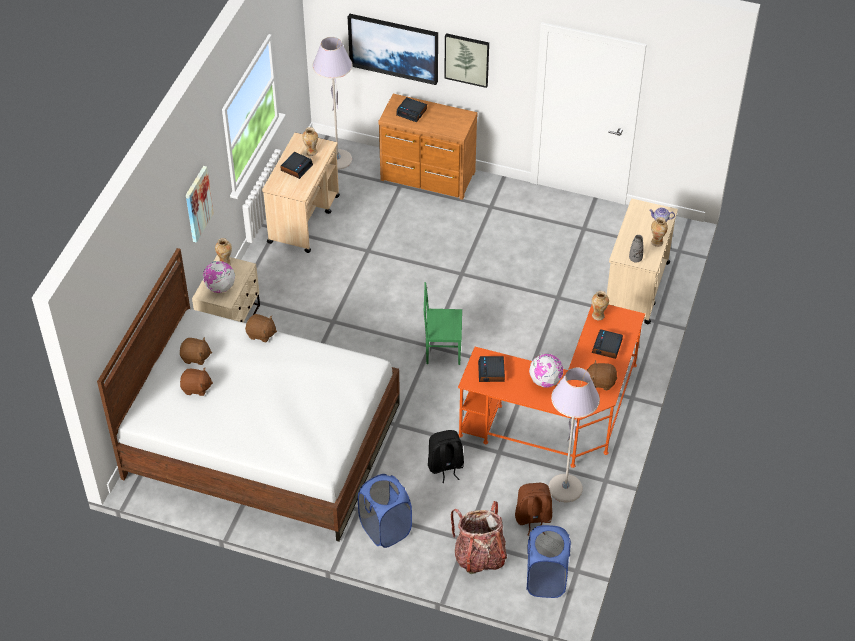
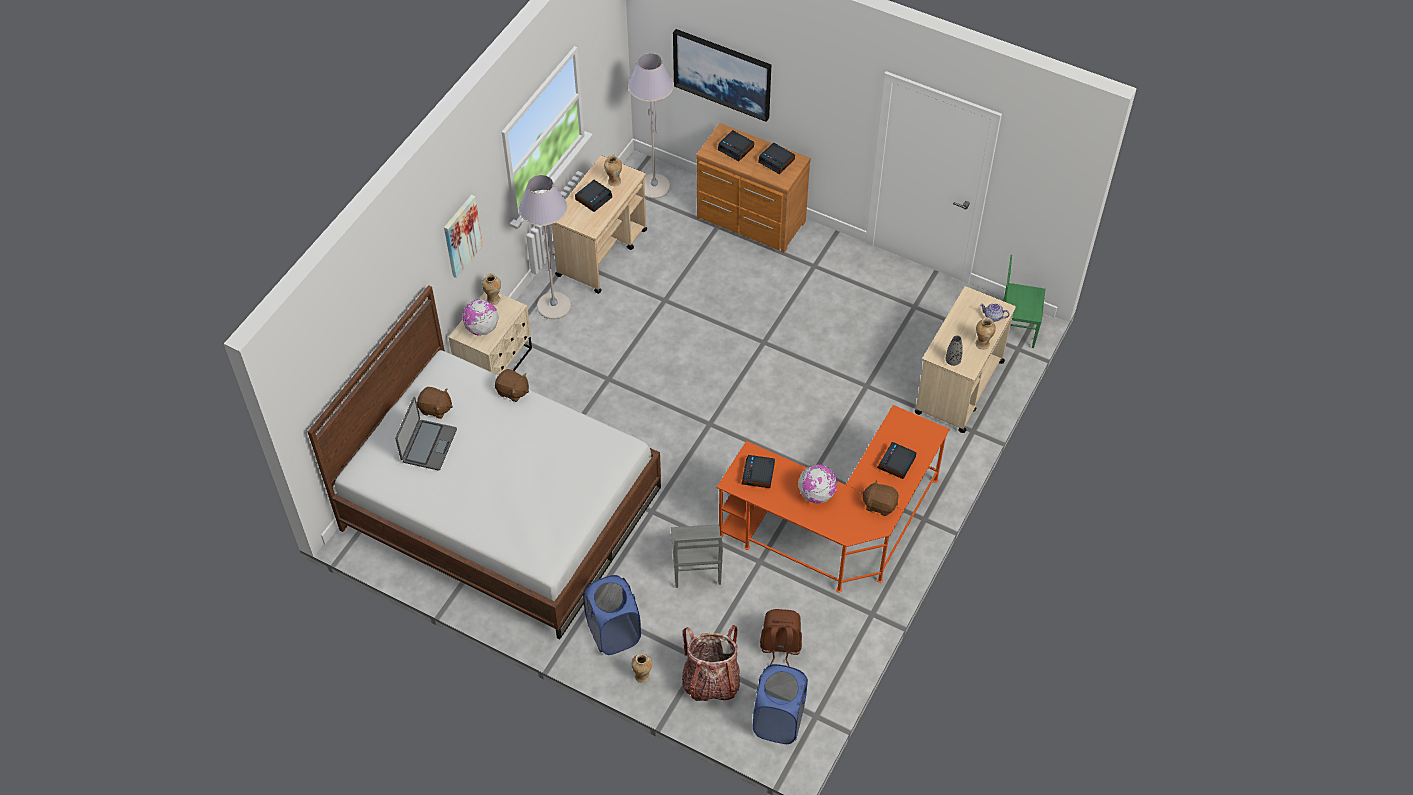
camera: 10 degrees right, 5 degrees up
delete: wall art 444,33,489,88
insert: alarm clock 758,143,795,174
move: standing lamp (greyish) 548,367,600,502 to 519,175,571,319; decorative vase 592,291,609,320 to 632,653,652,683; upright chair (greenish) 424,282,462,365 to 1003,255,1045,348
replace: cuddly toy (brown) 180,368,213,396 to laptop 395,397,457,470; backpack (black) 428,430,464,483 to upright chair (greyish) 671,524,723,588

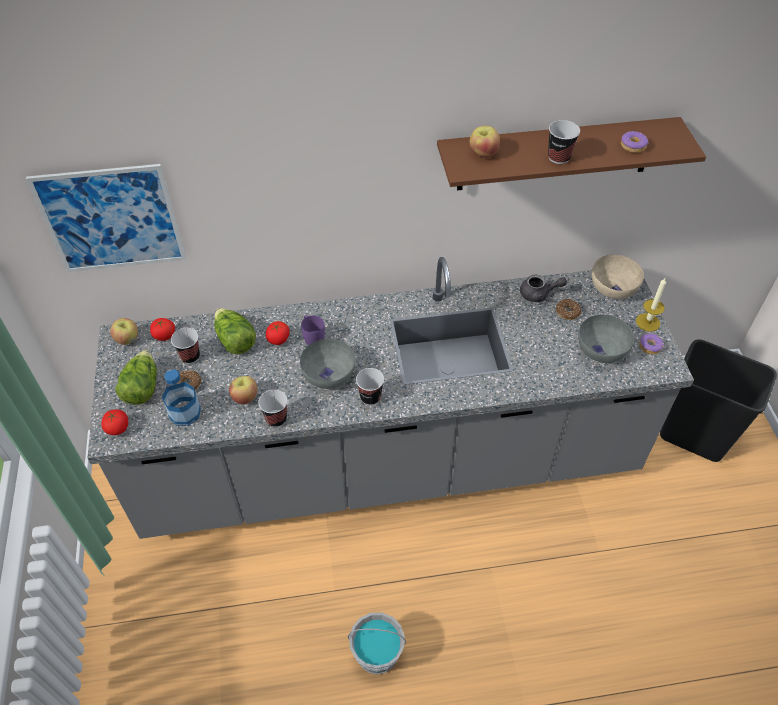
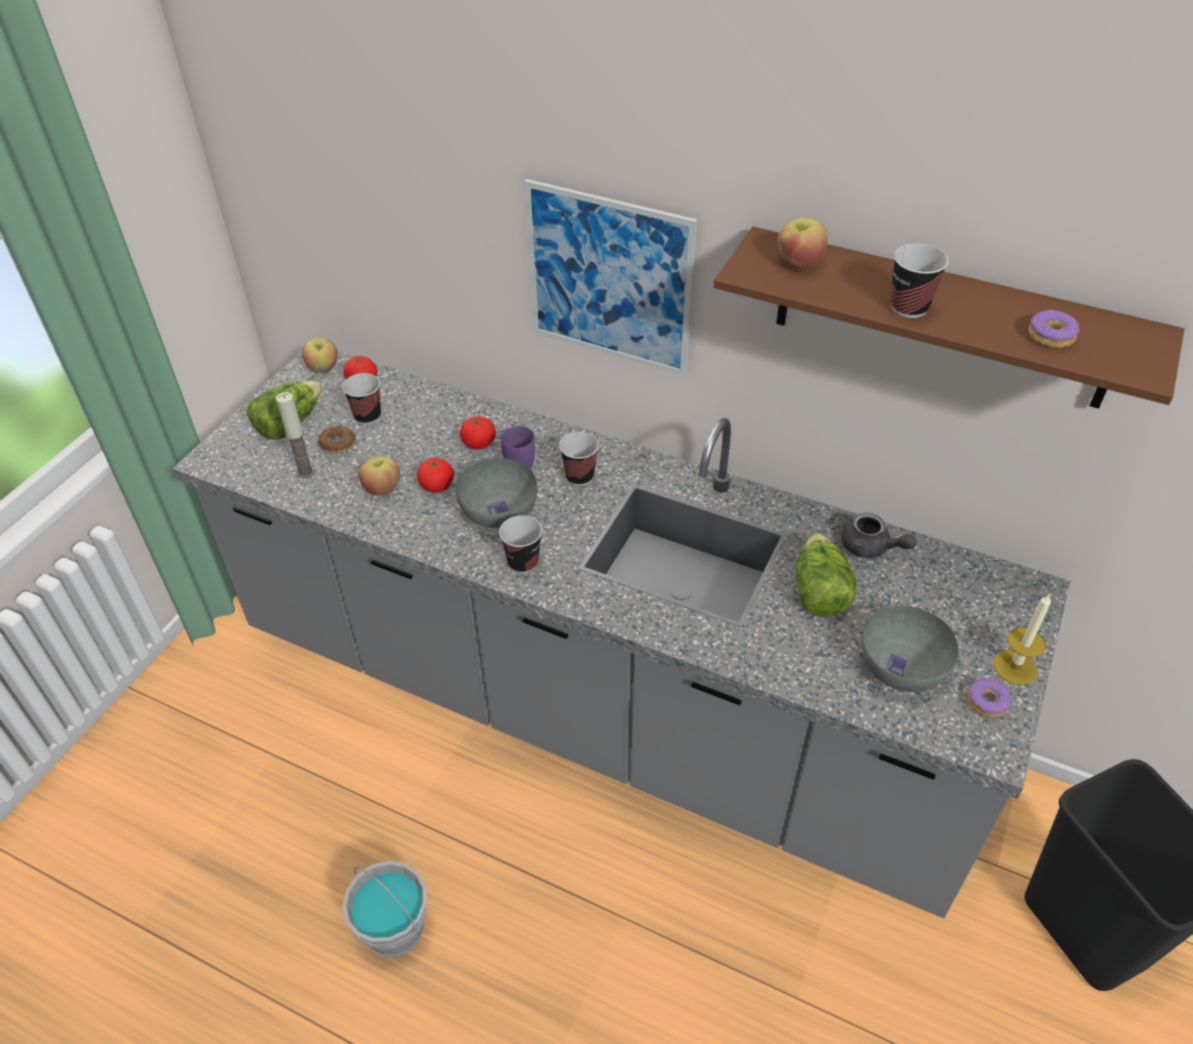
camera: 35 degrees right, 5 degrees down
delete: ring doughnut 556,299,581,320; deep dish (beige) 592,255,644,299
move: fresh tomato 102,409,128,435 to 417,458,454,493; wall art 26,164,186,272 to 524,179,697,376; cup 258,390,288,427 to 559,432,599,486; lettuce head 214,308,256,354 to 796,533,857,616
replace: beverage bottle 162,369,201,426 to wax candle 276,392,314,479

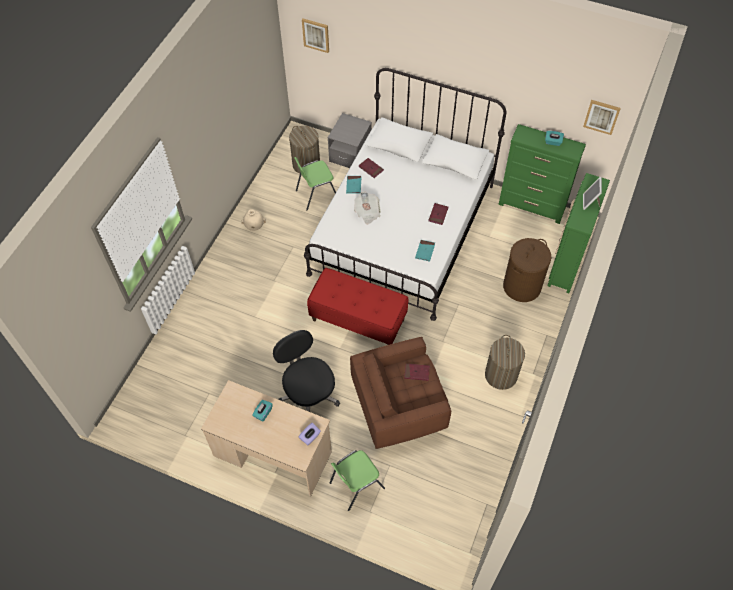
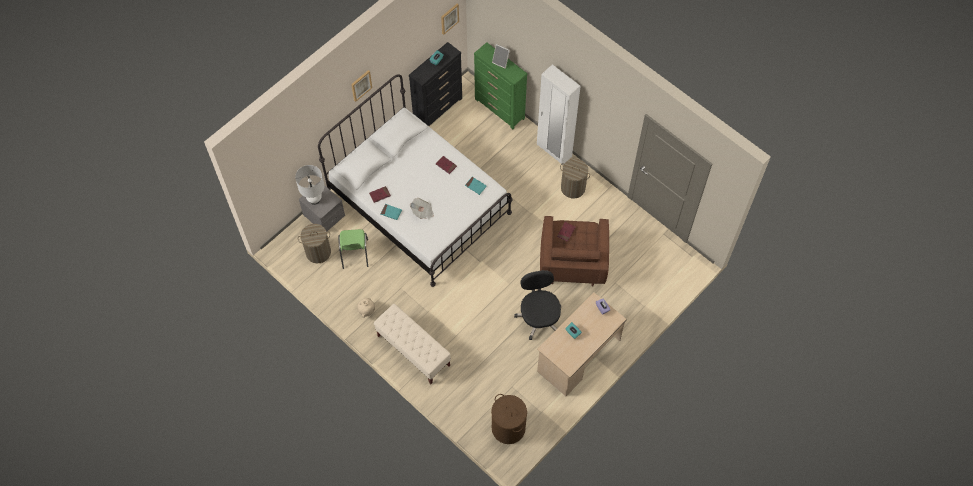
camera: 70 degrees left, 5 degrees up
delete: long seat (red) 307,268,408,345; upright chair (greenish) 330,450,385,511
insert: tabletop lamp (white) 295,165,324,205; long seat (beige) 374,304,451,384; wardrobe (white) 537,64,581,165
move: wall art 302,18,329,53 to 351,70,372,102; hamper (brown) 503,238,551,302 to 491,394,527,444
recolor: dresser (greenish) 499,124,586,224 to dresser (black) 409,42,462,126
rotate: computer chair (black) 273,330,340,412 = 514,270,561,340 90 degrees clockwise

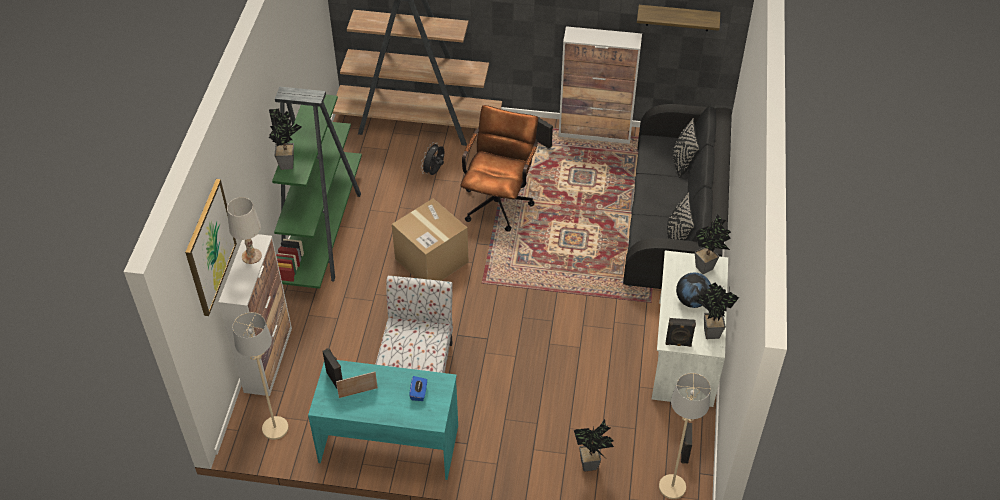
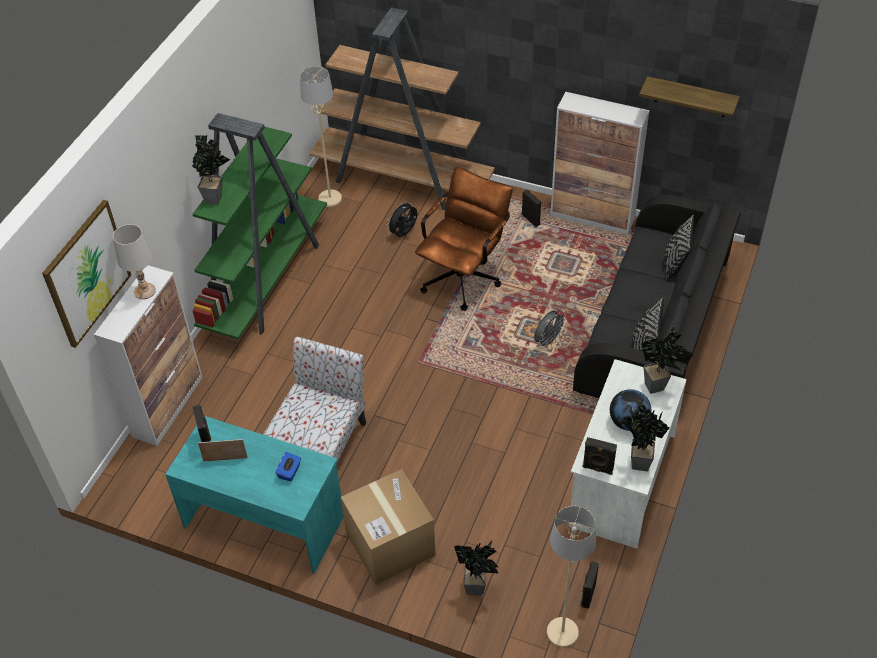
camera: 15 degrees right, 0 degrees up
insert: electric fan (greyish) 534,311,567,349
move: standing lamp (beige) 232,312,289,440 to 300,66,342,207; carton 392,198,468,281 to 340,469,436,585

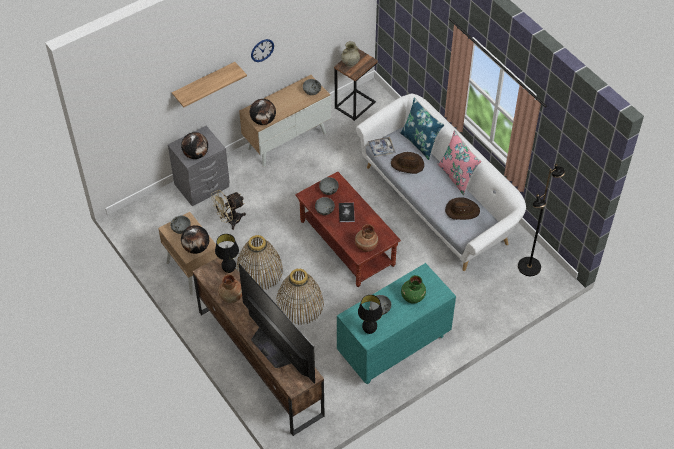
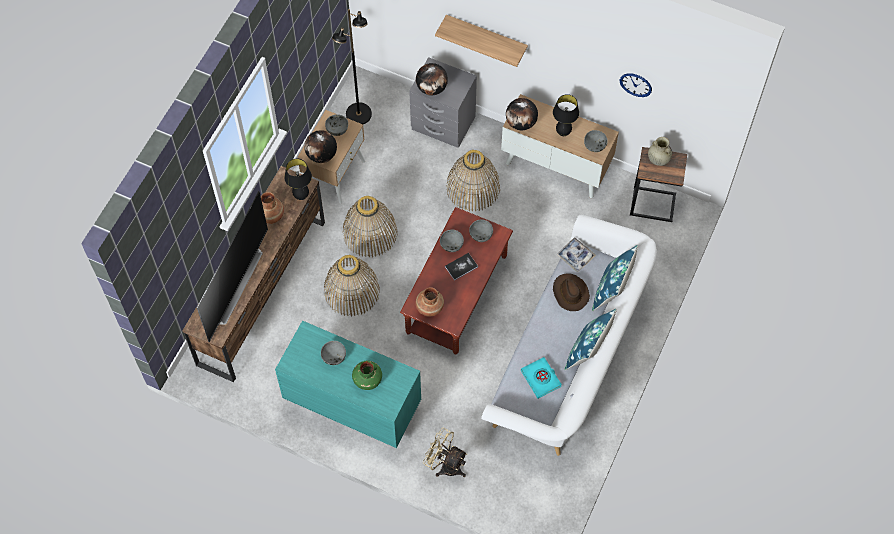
camera: 60 degrees right, 10 degrees up
insert: household basket 446,150,500,212
move: standing lamp (black) 518,163,565,276 to 332,9,372,124; electric fan (beige) 211,190,246,230 to 423,428,467,477; tabletop lamp (black) 358,295,383,334 to 553,94,579,136; clock on the wall 251,39,274,62 to 620,73,652,97
replace: hat (brown) 445,197,480,220 to volume (blue-green) 521,357,562,399
recolor: throw pillow (pink) 438,130,481,195 to throw pillow (bluish) 565,309,617,370

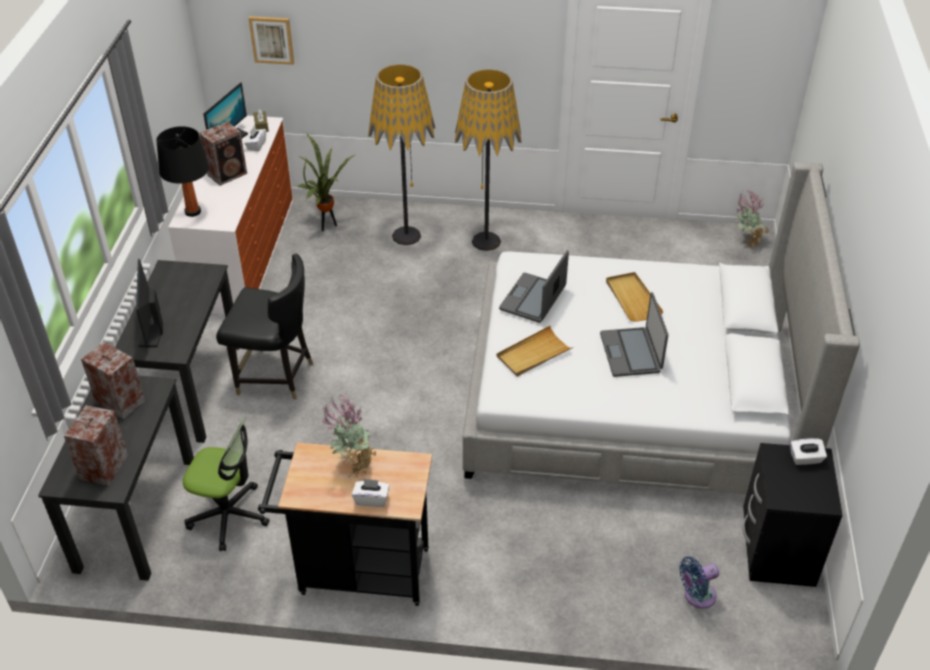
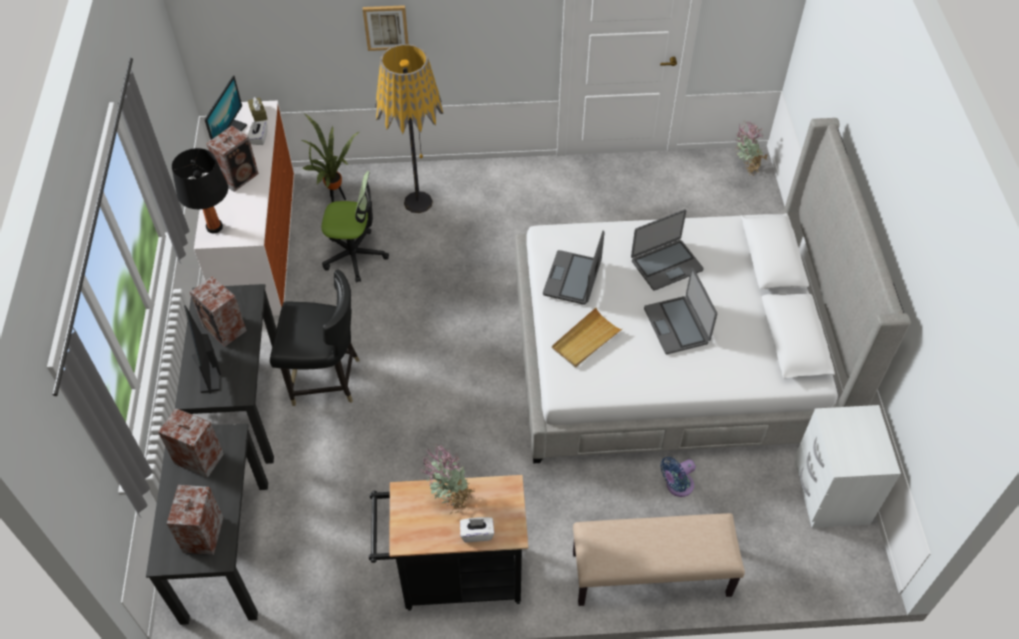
camera: 10 degrees left, 10 degrees up
delete: standing lamp 455,69,522,251; tissue holder (white) 790,438,827,465
insert: audio speaker 190,276,247,347; long seat (beige) 573,513,745,606
move: computer chair 183,418,270,551 to 321,171,389,283; wall art 248,16,294,65 to 363,5,409,51; electric fan (bluish) 679,557,719,609 to 661,457,696,497
replace: tray (beige) 606,272,664,322 to laptop 631,209,704,291
recolor: night table (black) 743,443,843,587 to night table (white) 795,405,901,528

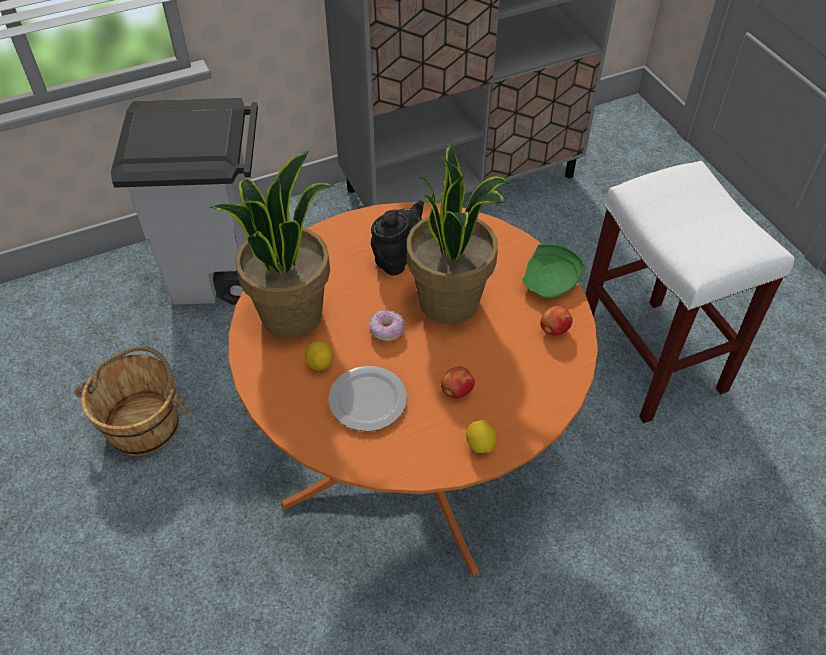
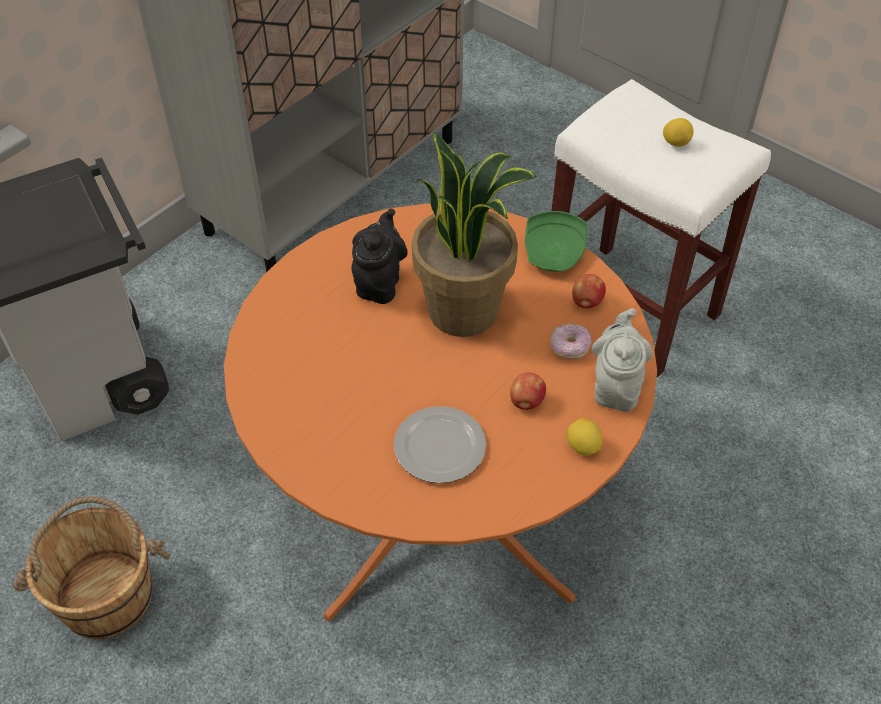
camera: 25 degrees left, 0 degrees up
delete: houseplant 210,151,335,338
insert: tea pot (greyish) 592,308,653,412
move: ring doughnut 369,310,404,341 to 550,324,591,359; whole lemon 305,341,334,371 to 663,118,693,147

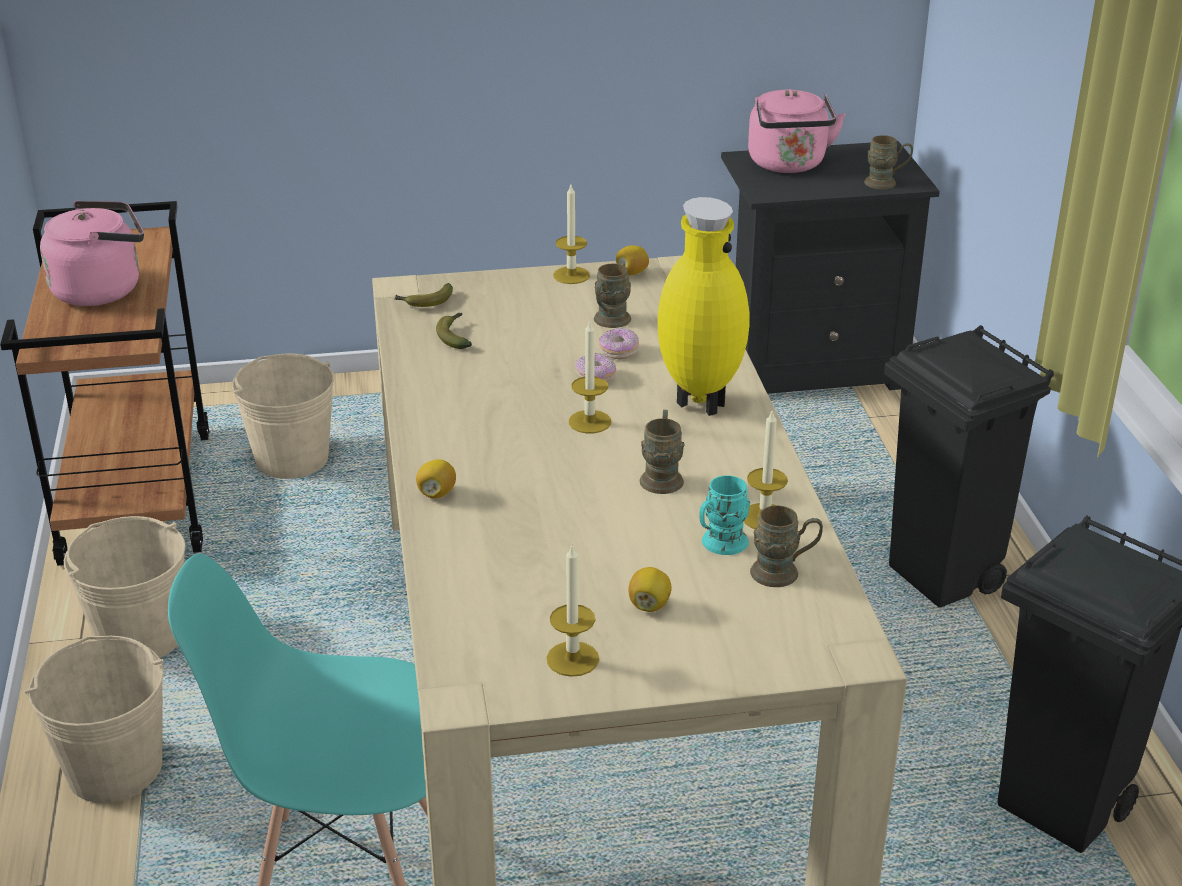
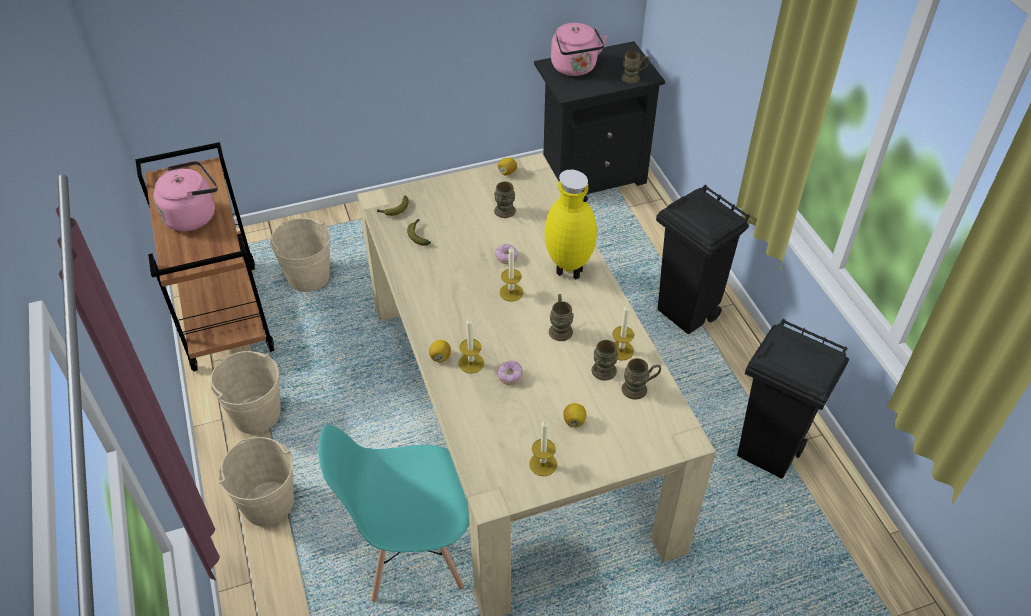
camera: 10 degrees left, 15 degrees up
move: wax candle 553,185,590,284 to 459,318,484,374; ring doughnut 599,327,639,360 to 497,360,523,385
recolor: mug (blue-green) 699,475,750,555 to mug (brown) 592,340,618,381

